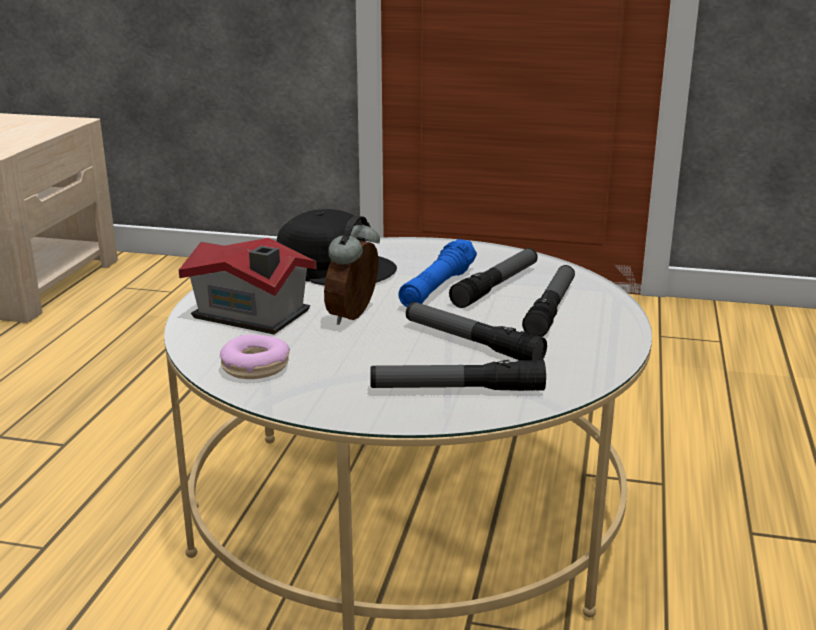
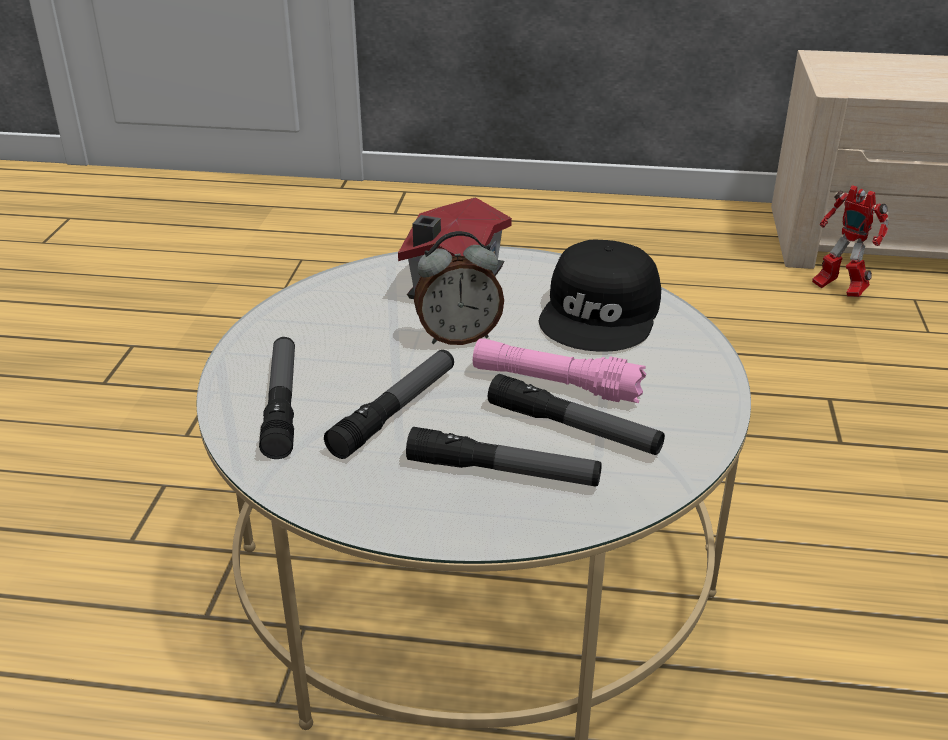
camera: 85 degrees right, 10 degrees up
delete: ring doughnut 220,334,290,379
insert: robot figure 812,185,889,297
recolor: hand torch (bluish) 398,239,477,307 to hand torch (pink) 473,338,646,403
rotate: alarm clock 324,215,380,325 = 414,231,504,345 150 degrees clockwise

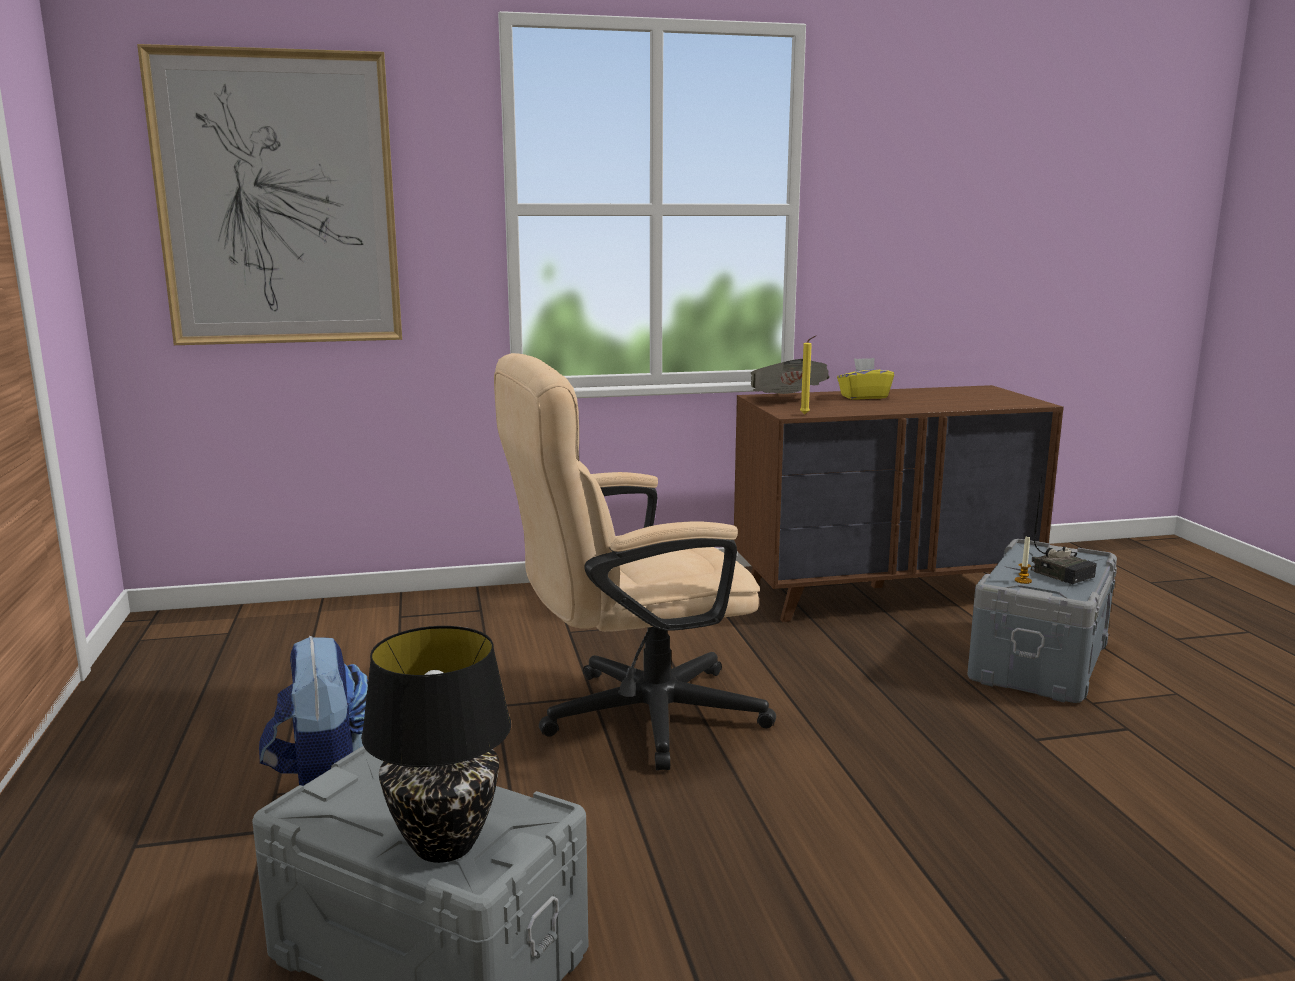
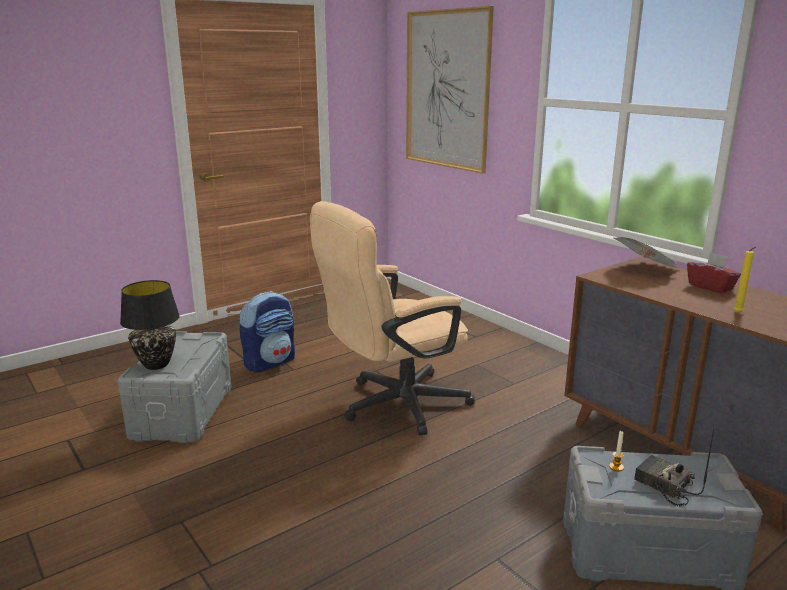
camera: 65 degrees right, 5 degrees up
move: wax candle (yellow) 800,336,815,414 to 734,247,756,313
recolor: tissue holder (yellow) 837,358,894,400 to tissue holder (red) 687,252,741,294
rotate: computer chair (beige) 494,353,776,771 = 310,201,475,436 75 degrees counterclockwise; radio 1031,477,1097,584 = 634,429,714,507 105 degrees clockwise

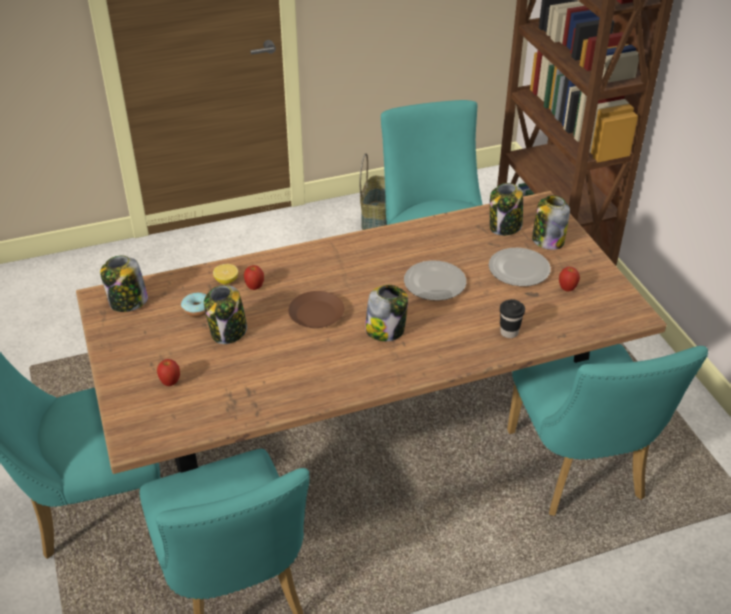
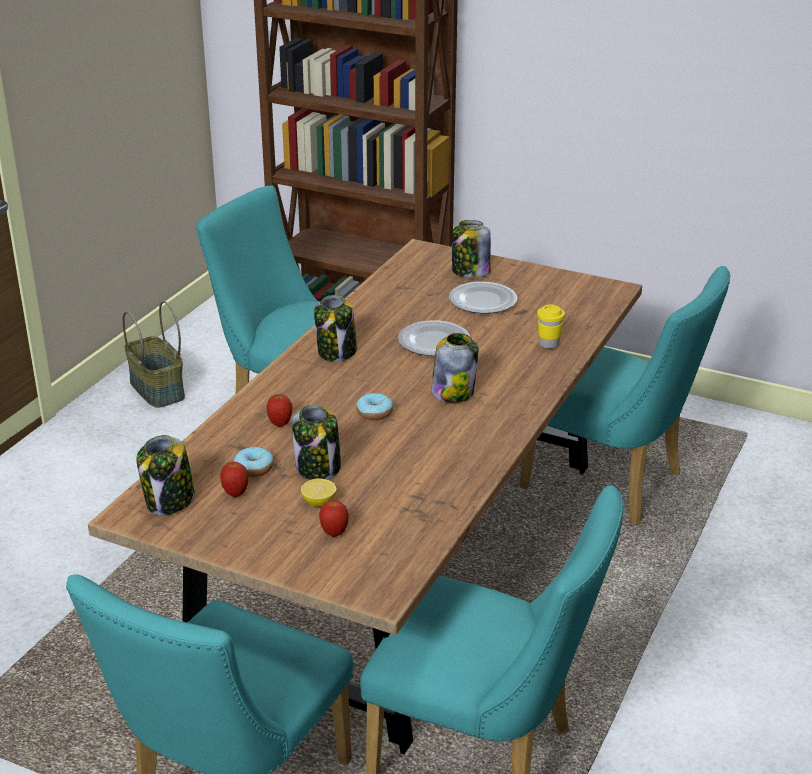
camera: 45 degrees left, 10 degrees down
move: whole apple 559,267,580,291 to 220,462,248,497; whole lemon 213,264,238,284 to 301,478,337,507; preserve jar 490,183,523,236 to 314,295,357,362
replace: plate (brown) 288,291,344,328 to ring doughnut 356,393,393,420
recolor: cup (black) 500,299,525,338 to cup (yellow) 537,305,565,349

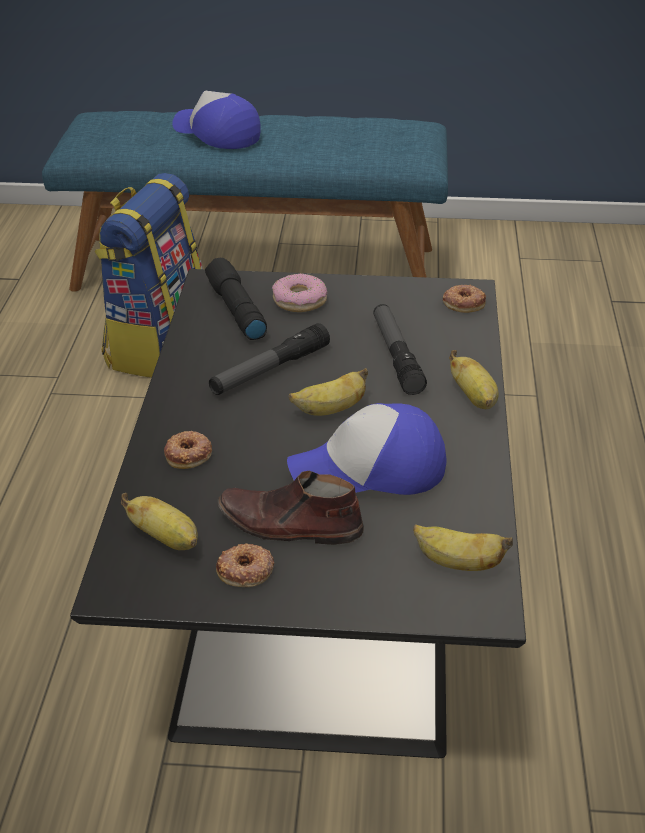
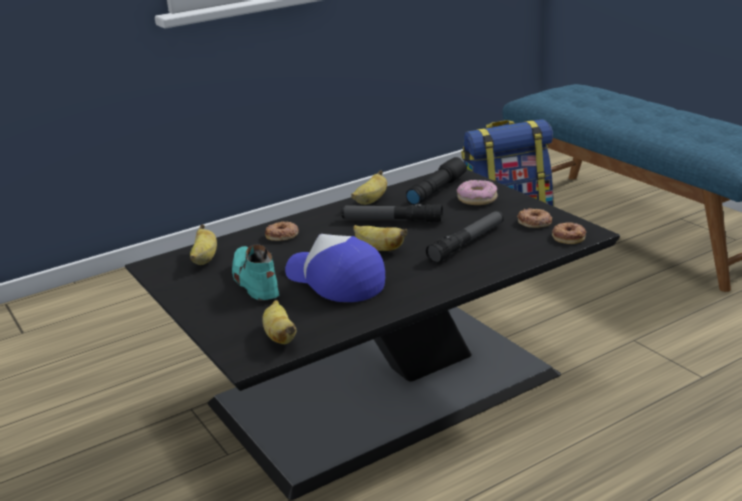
camera: 55 degrees right, 10 degrees down
delete: baseball cap 172,91,261,149
move: banana fruit 449,350,499,409 to 351,170,387,205; ring doughnut 216,543,274,587 to 517,208,552,228
recolor: low shoe (brown) 218,471,364,545 to low shoe (blue-green) 232,244,279,300

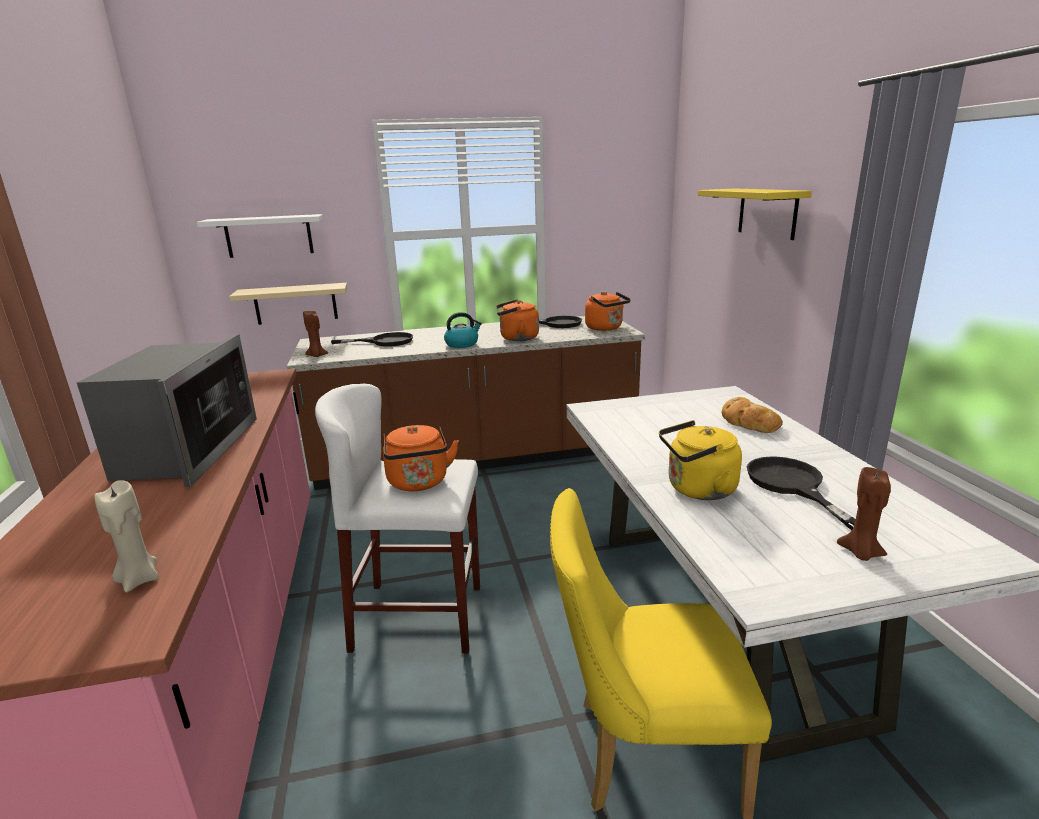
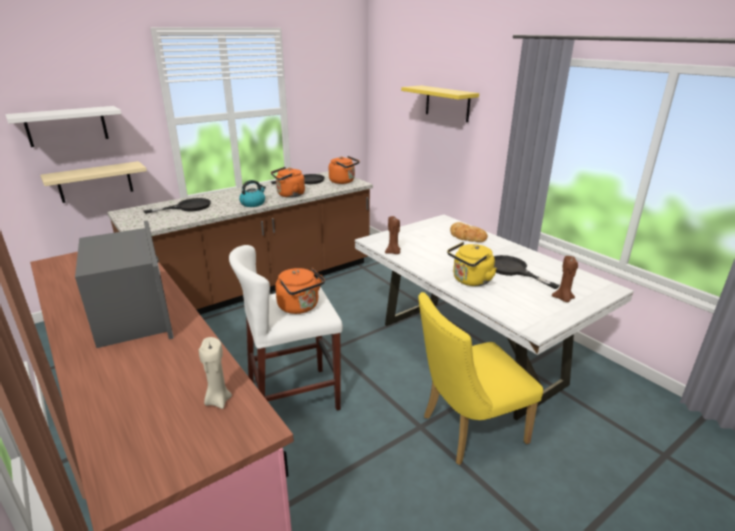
camera: 25 degrees left, 5 degrees up
move: wax candle (brown) 303,311,328,357 to 385,216,401,254

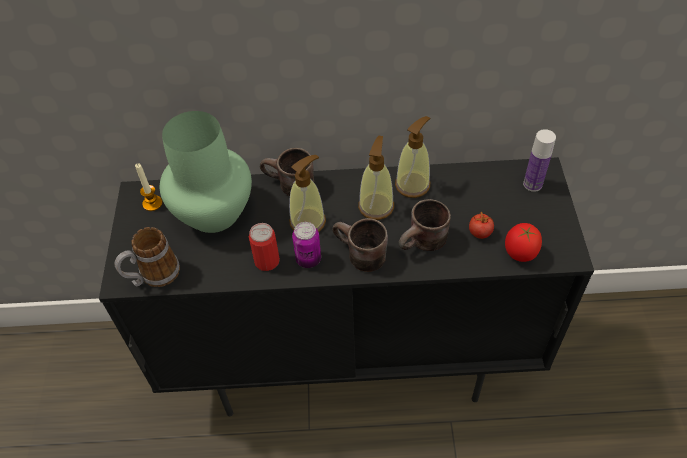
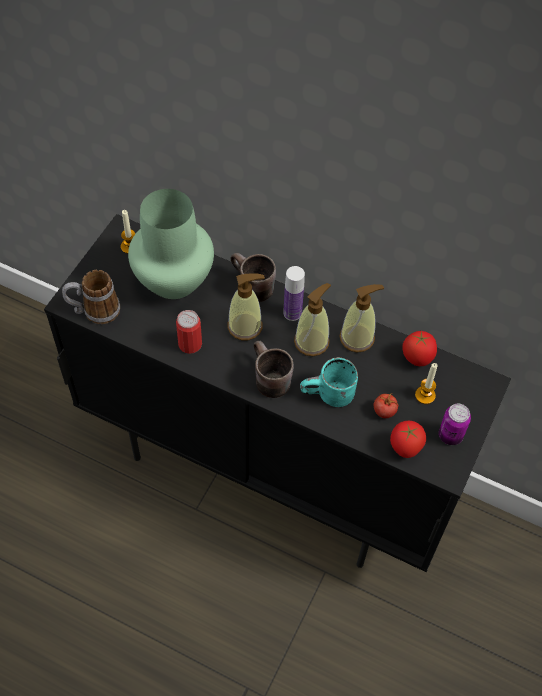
camera: 25 degrees right, 5 degrees up
insert: fresh tomato 402,331,437,366; wax candle 415,363,438,404
move: beverage bottle 523,129,556,192 to 283,266,305,321; can 292,222,321,268 to 439,404,471,445
recolor: mug (brown) 399,199,451,251 to mug (blue-green) 300,357,358,407

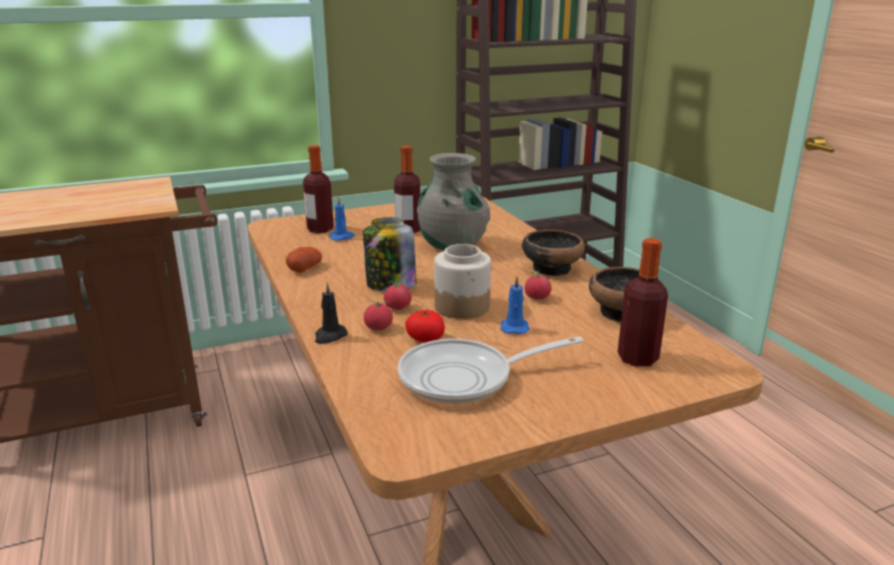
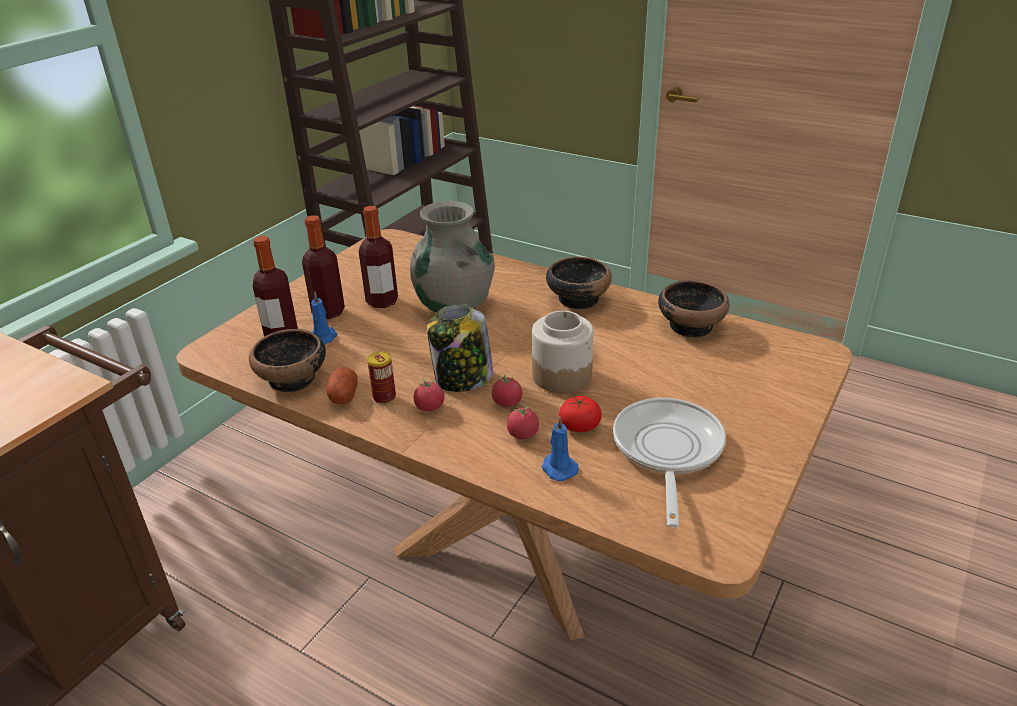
camera: 35 degrees left, 10 degrees up
delete: wax candle (black) 315,282,348,344
insert: deep dish 249,329,326,392; can 367,351,396,404
move: beverage bottle 618,238,668,367 to 302,215,345,319; fresh tomato 525,271,551,300 to 414,378,444,411; wax candle (bluish) 500,276,530,334 to 541,416,579,481
rotate: skillet 398,336,584,404 = 613,398,726,527 150 degrees clockwise

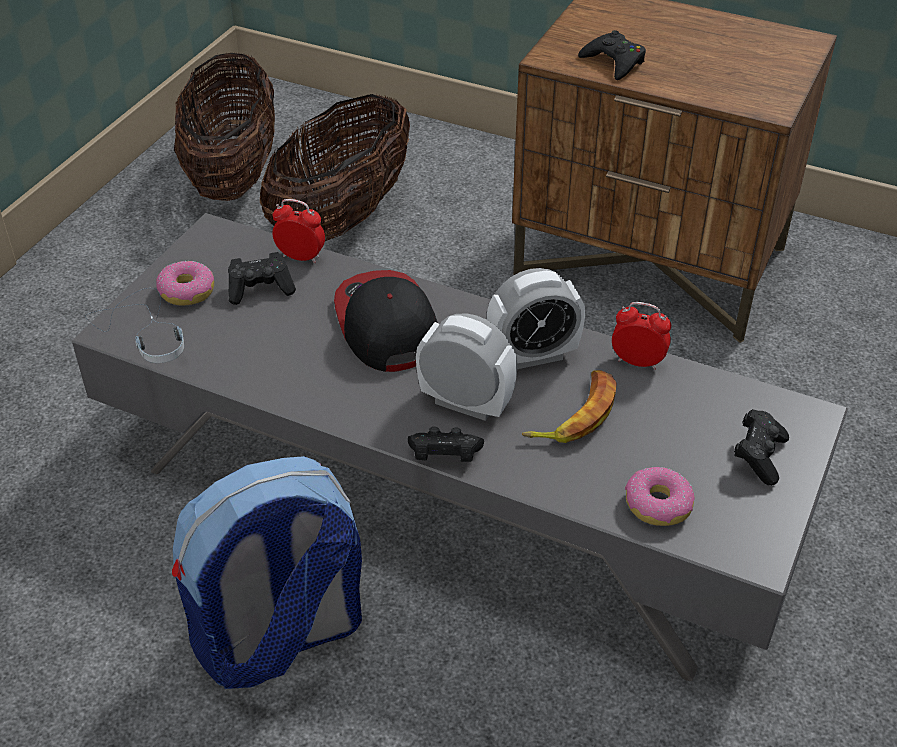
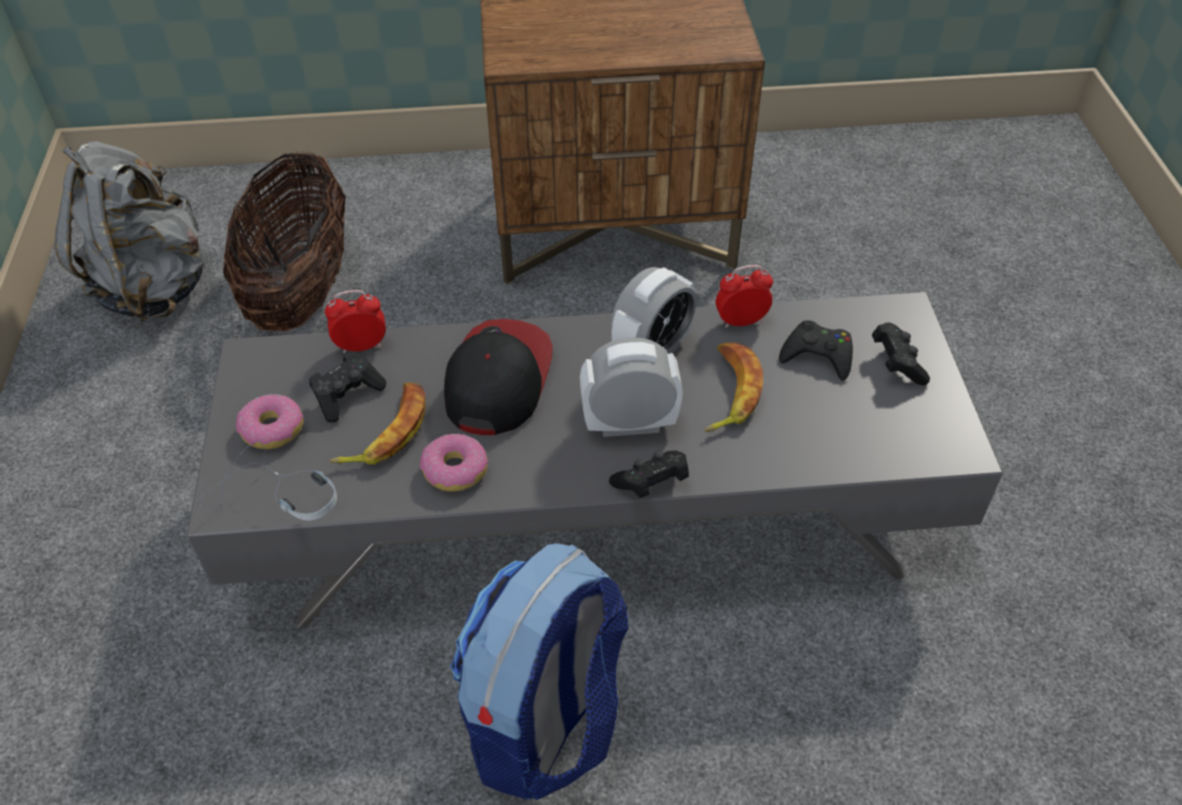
camera: 30 degrees left, 5 degrees up
insert: banana fruit 330,382,426,465
move: ring doughnut 625,467,695,526 to 420,434,488,492; gamepad (black) 578,30,646,80 to 779,320,853,381
replace: household basket 174,53,275,201 to backpack (greyish) 55,141,205,322
rotate: baseball cap 334,270,437,372 = 444,319,553,435 60 degrees clockwise

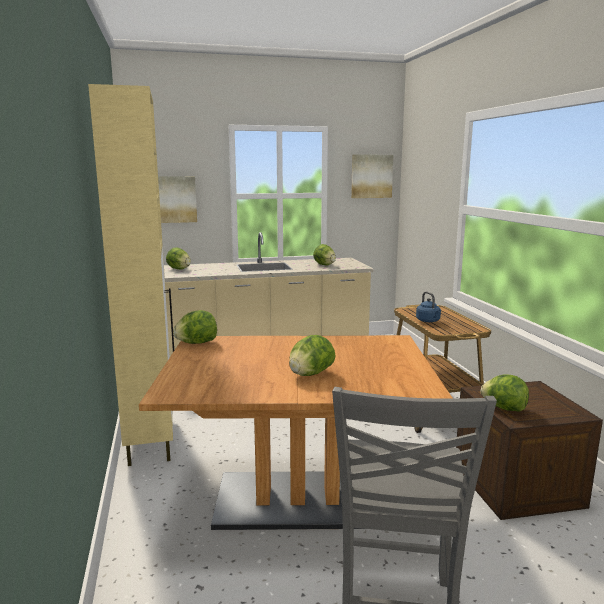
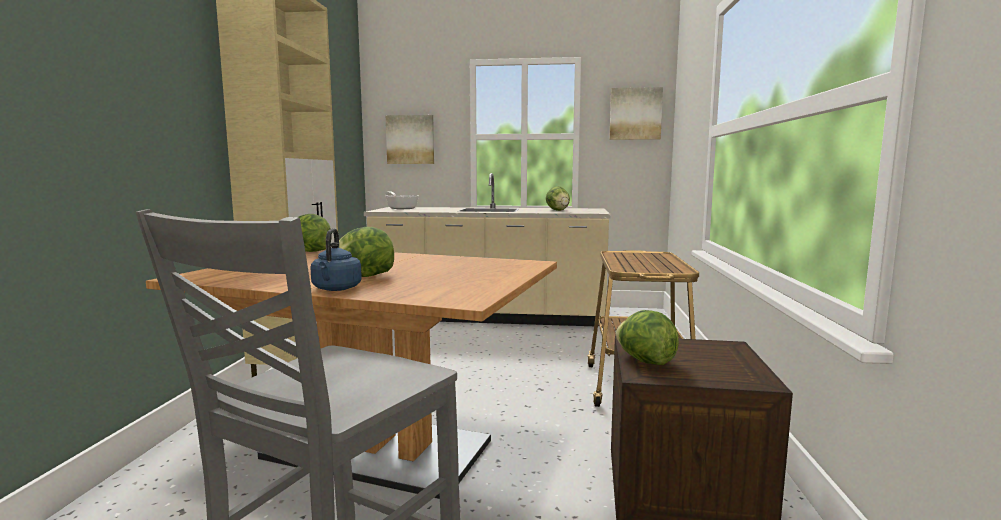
camera: 20 degrees right, 5 degrees down
move: kettle (bluish) 416,292,441,322 to 310,228,362,291
replace: lettuce head 166,247,191,270 to skillet 385,191,419,210

